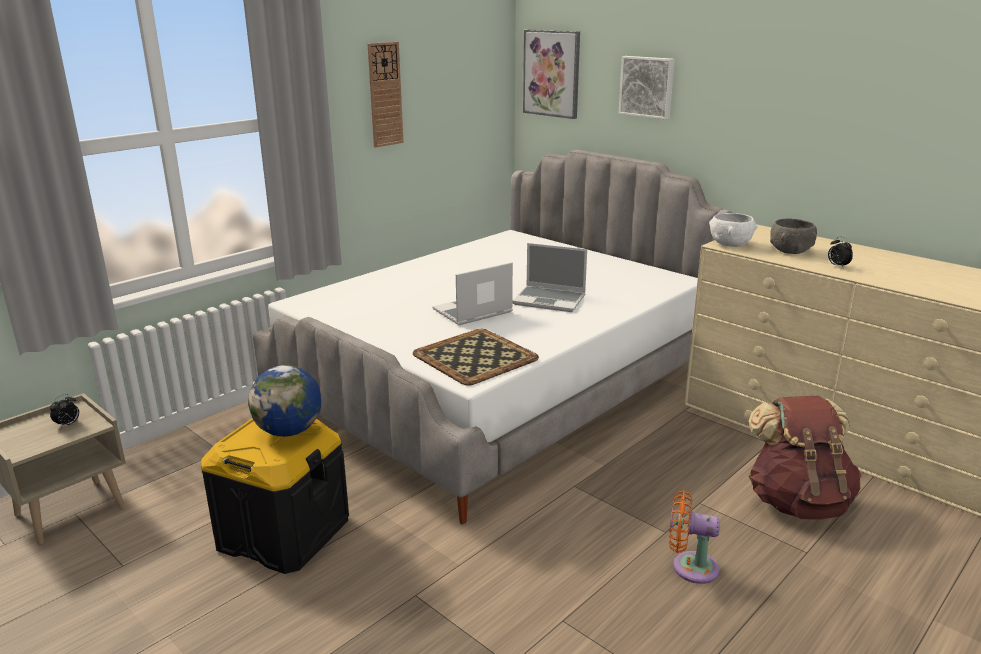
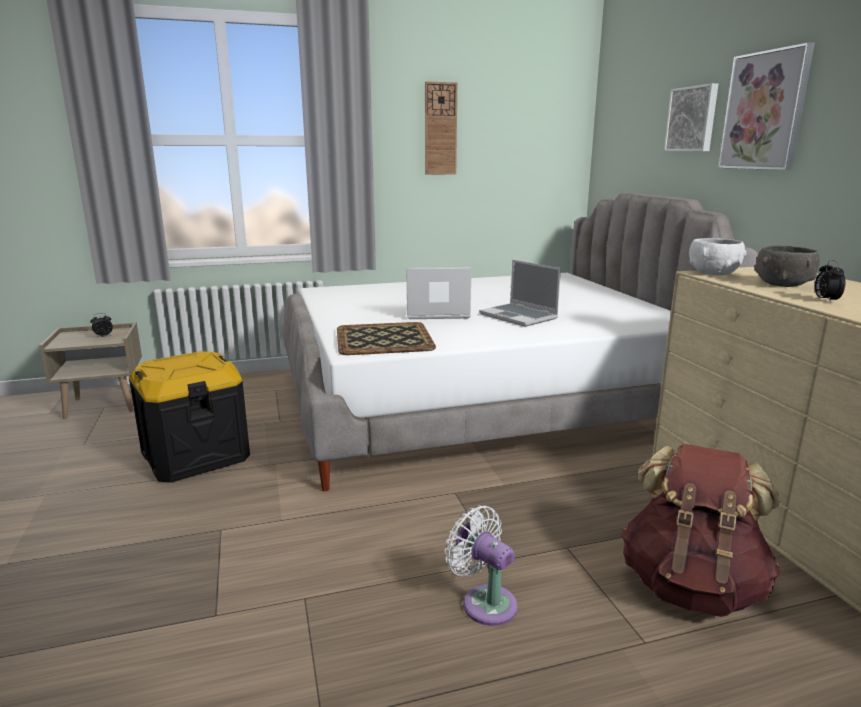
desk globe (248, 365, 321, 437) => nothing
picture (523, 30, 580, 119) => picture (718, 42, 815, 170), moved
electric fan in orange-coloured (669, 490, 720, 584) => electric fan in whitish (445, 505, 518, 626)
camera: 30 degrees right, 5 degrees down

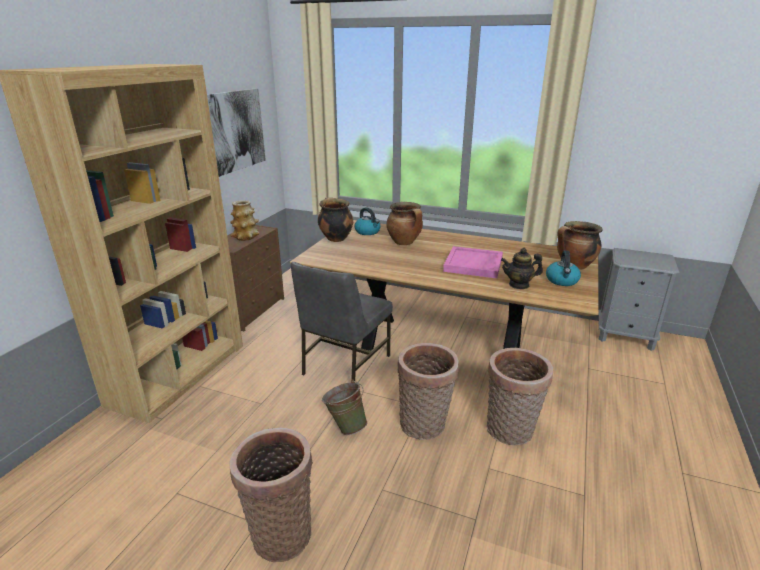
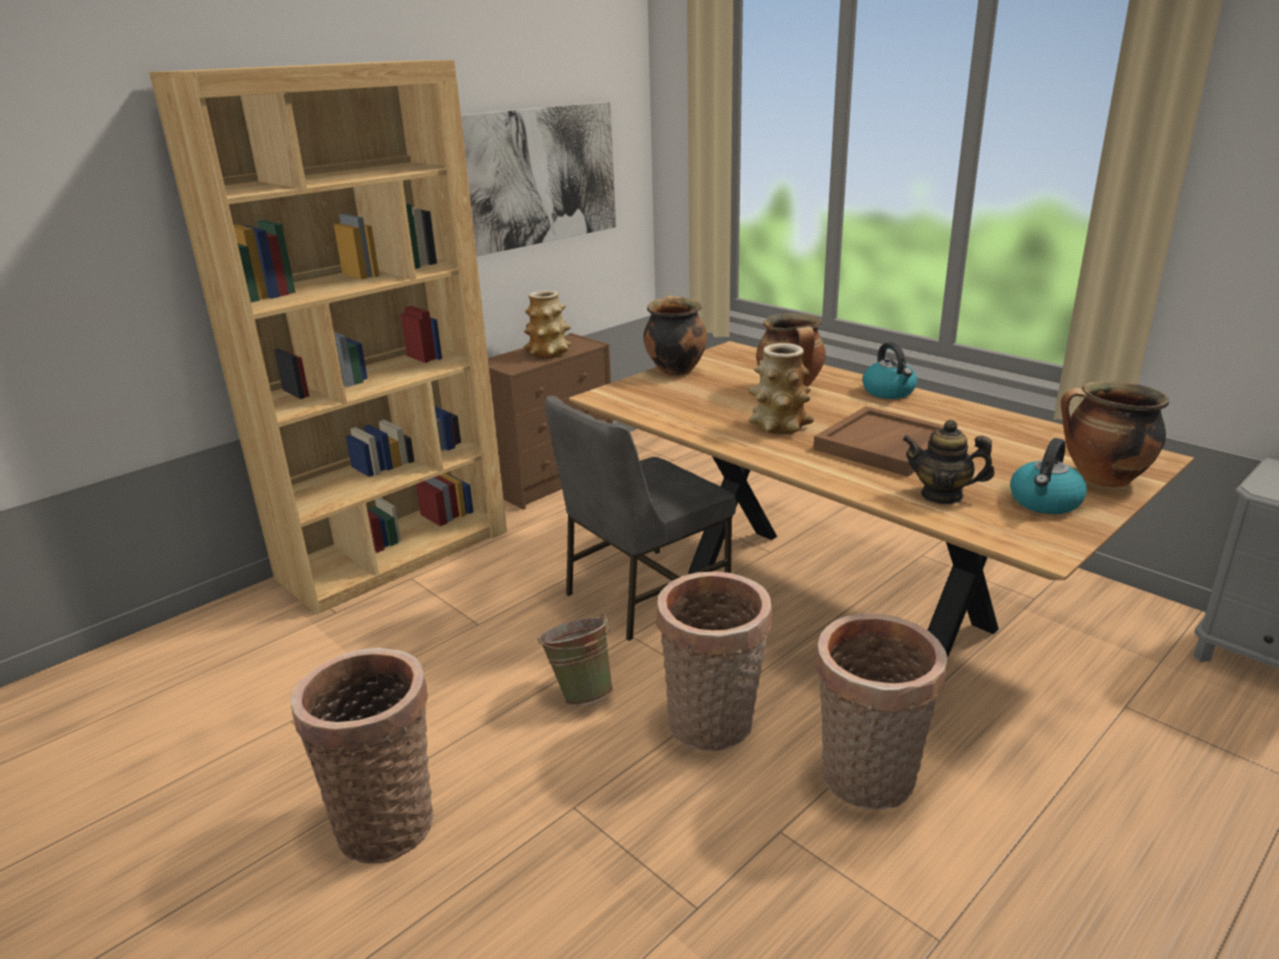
nothing => decorative vase (748, 343, 814, 434)
water kettle (355, 207, 381, 235) => water kettle (862, 342, 917, 399), moved
tray in pink-coloured (443, 246, 503, 278) => tray in brownish (813, 406, 944, 477)
camera: 25 degrees right, 0 degrees up

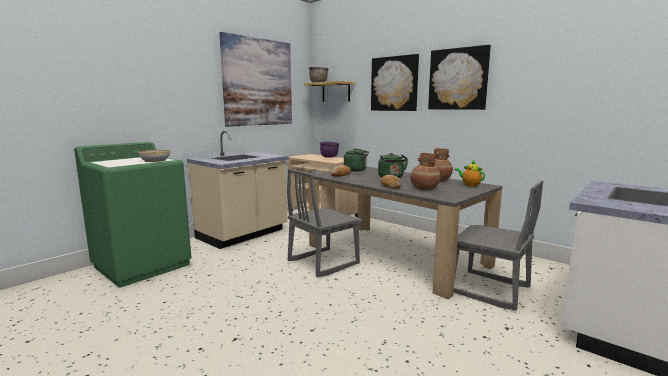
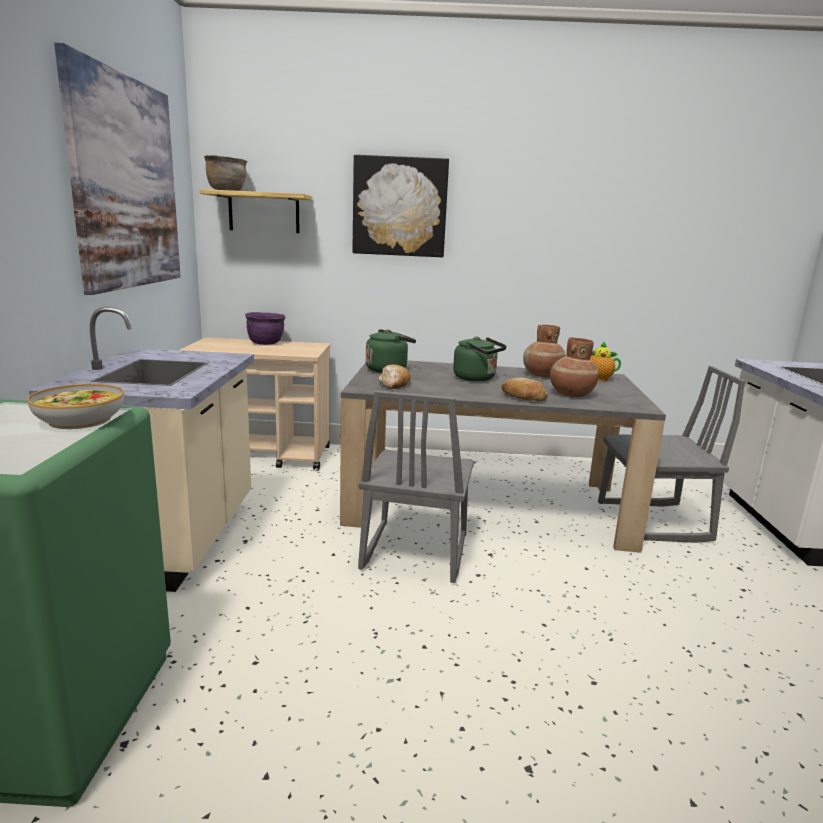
picture (428, 45, 491, 110) => nothing
camera: 40 degrees left, 5 degrees up

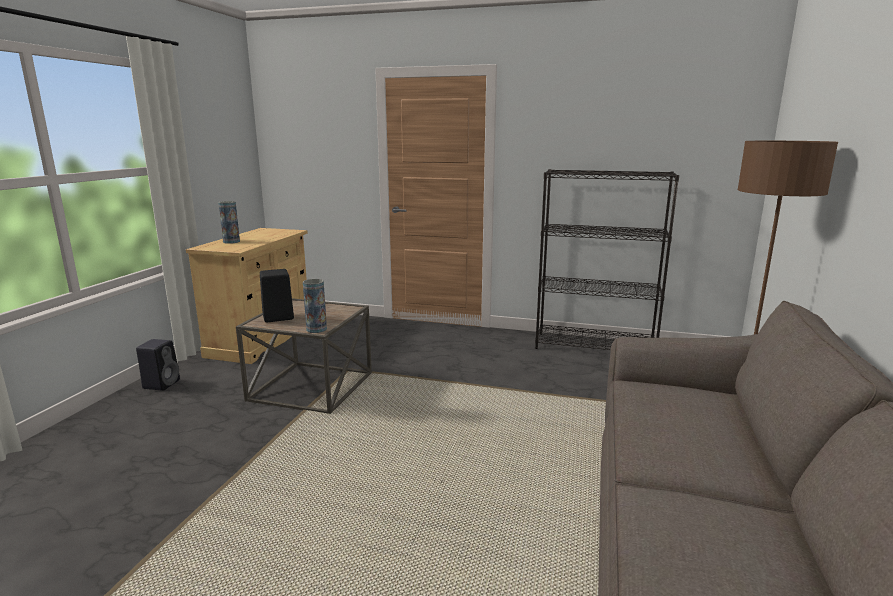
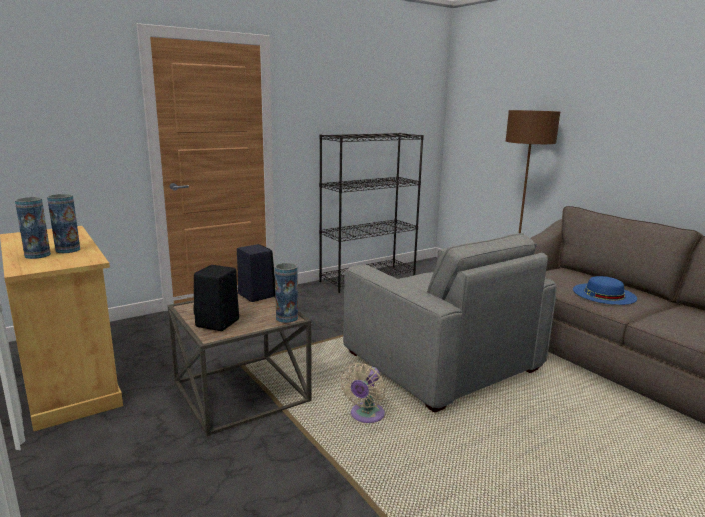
nothing => decorative vase (47, 194, 80, 253)
nothing => electric fan in beige (340, 363, 386, 423)
nothing => easy chair in grey (343, 233, 557, 413)
nothing => wearable hat in blue-coloured (573, 276, 637, 305)
loudspeaker in black-coloured (136, 339, 180, 391) => loudspeaker in black-coloured (237, 244, 275, 302), moved
camera: 50 degrees left, 0 degrees up

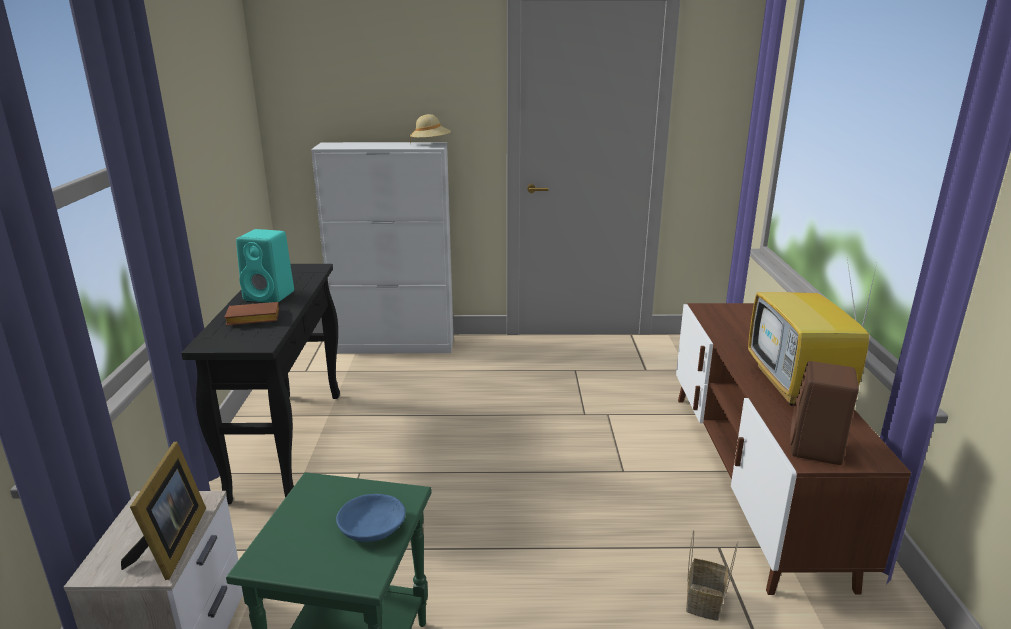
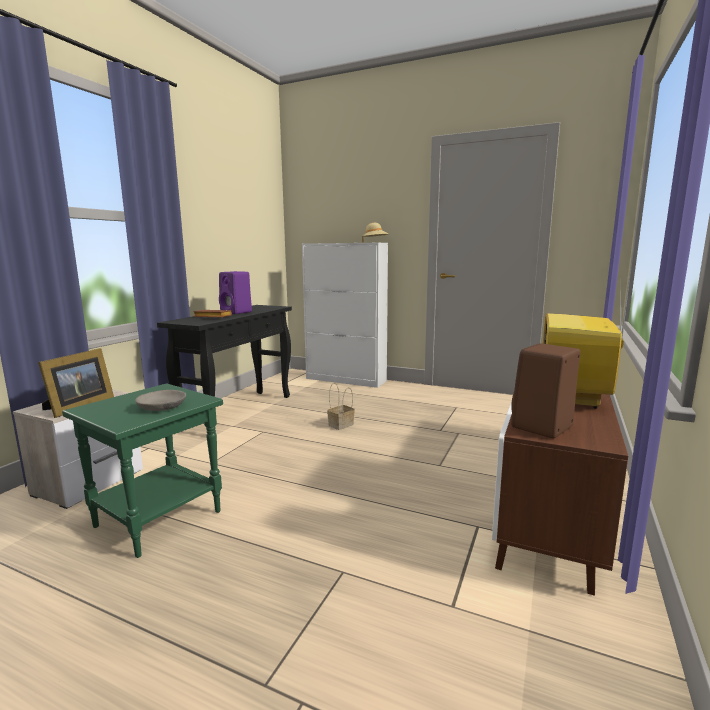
household basket (686, 530, 738, 621) => household basket (327, 383, 355, 430), moved
loudspeaker in blue-green (236, 229, 294, 303) => loudspeaker in purple (219, 271, 252, 314)
serving bowl in blue-coloured (336, 494, 406, 542) => serving bowl in grey (135, 390, 186, 411)
camera: 25 degrees right, 10 degrees down

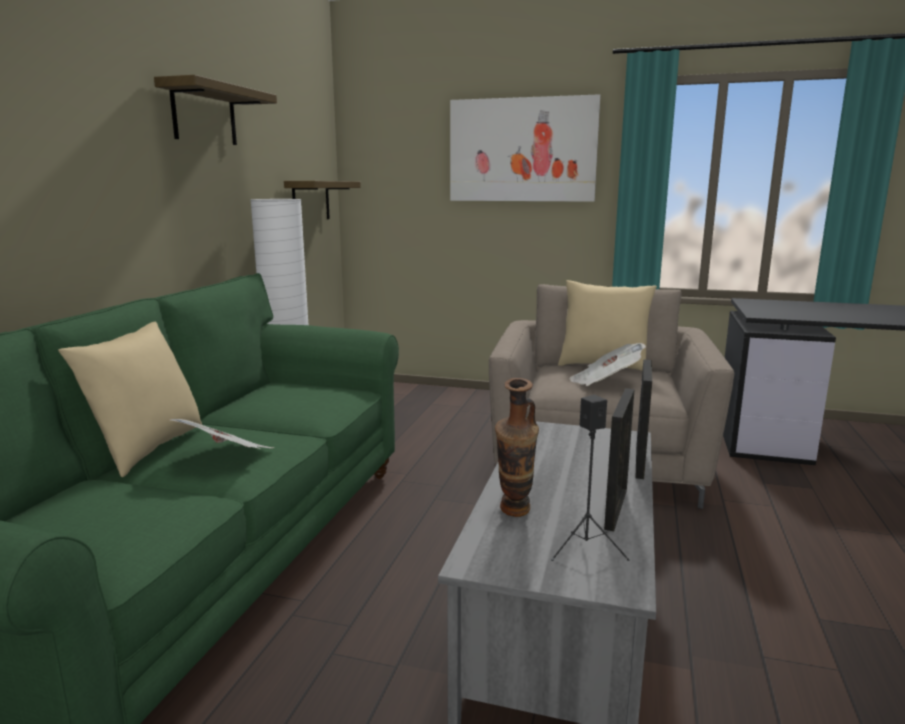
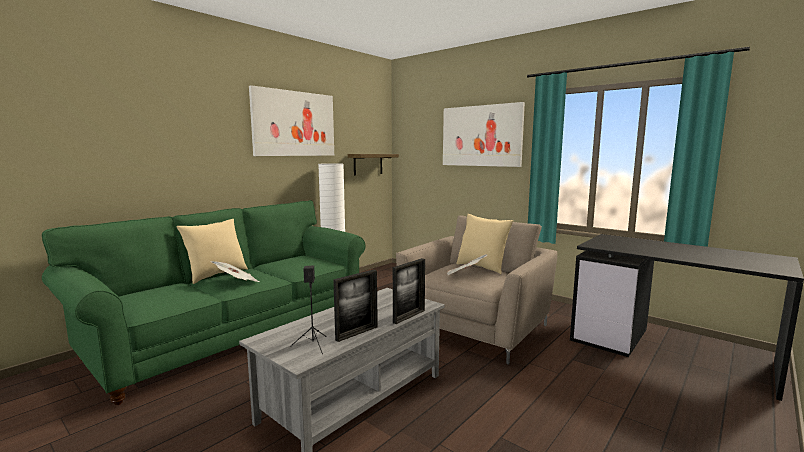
decorative vase (495, 378, 539, 517) => nothing
wall shelf (154, 75, 277, 145) => picture (249, 85, 334, 156)
camera: 25 degrees right, 5 degrees down

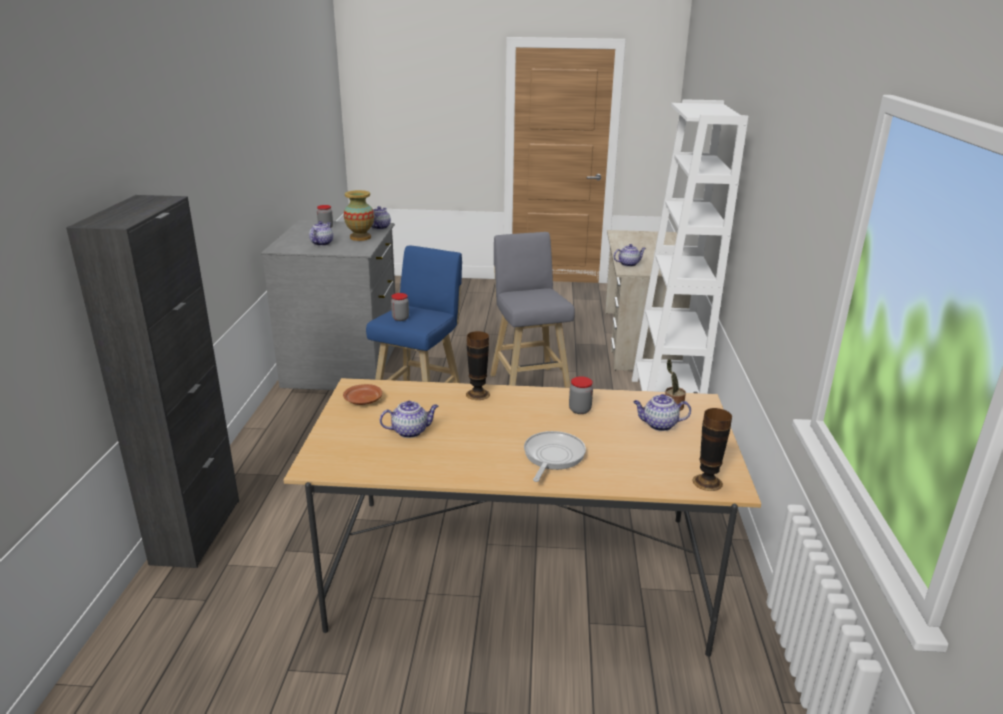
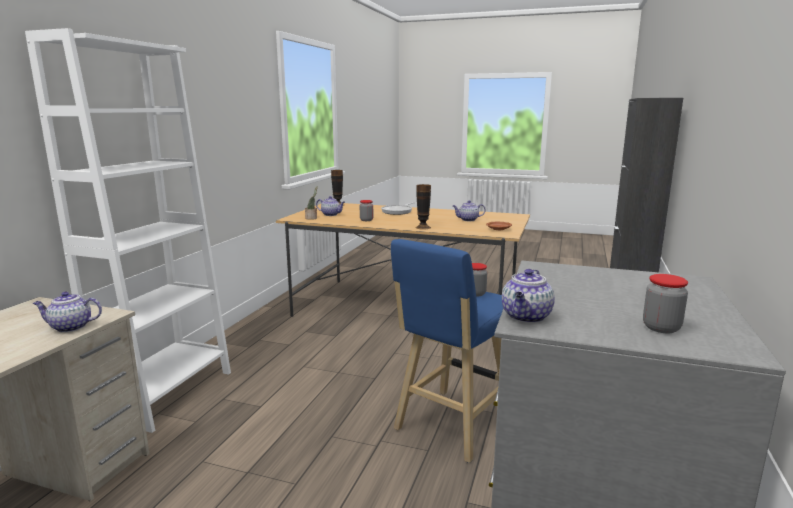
tea pot (309, 221, 333, 246) => nothing
decorative vase (344, 190, 374, 241) => nothing
stool in grey (490, 232, 575, 388) => nothing
camera: 165 degrees left, 10 degrees down

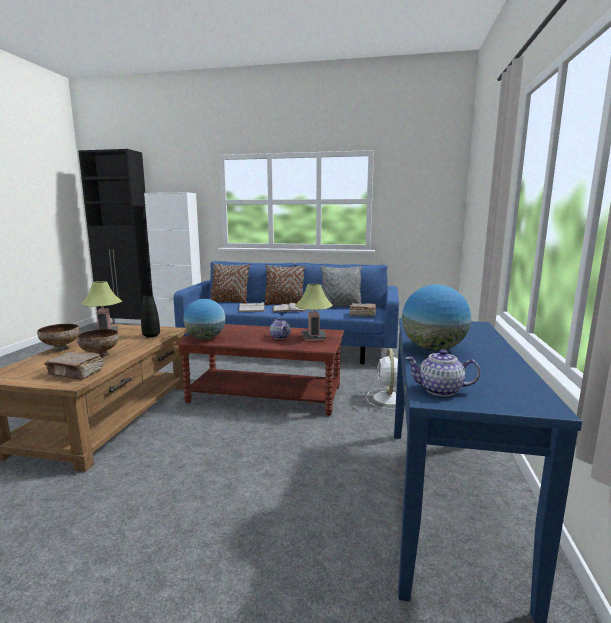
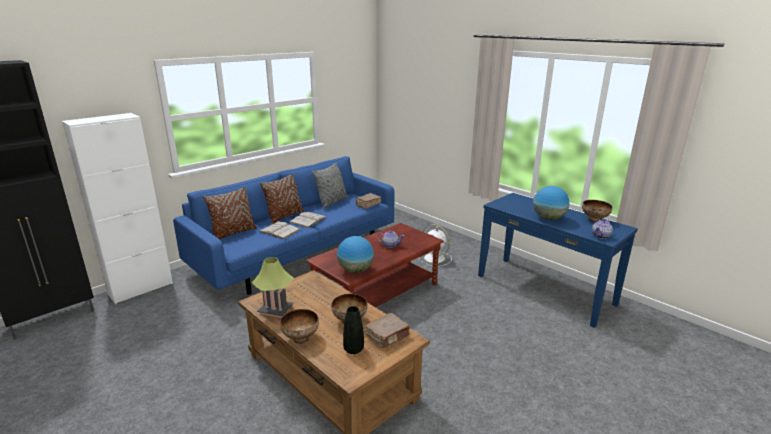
table lamp (295, 284, 333, 341) => nothing
nothing => serving bowl (582, 200, 612, 222)
decorative vase in black-coloured (141, 296, 160, 337) => decorative vase in black-coloured (343, 306, 364, 354), moved
camera: 55 degrees left, 10 degrees up

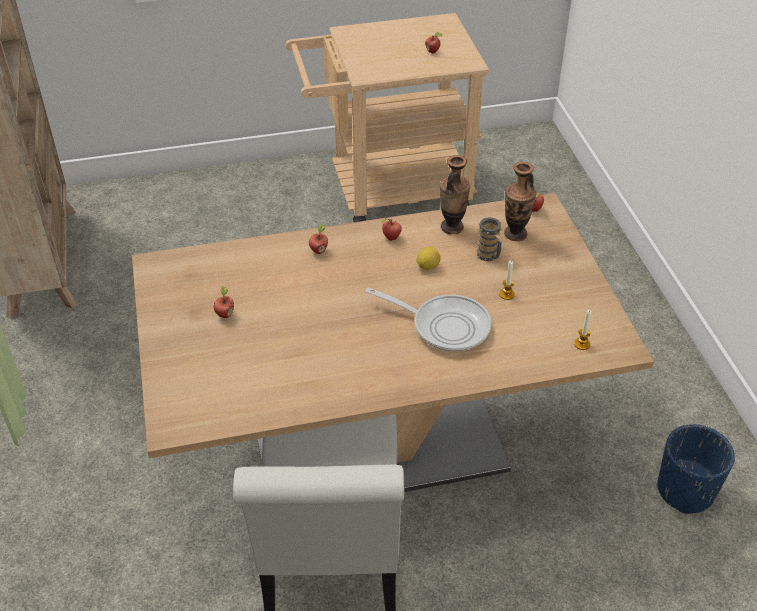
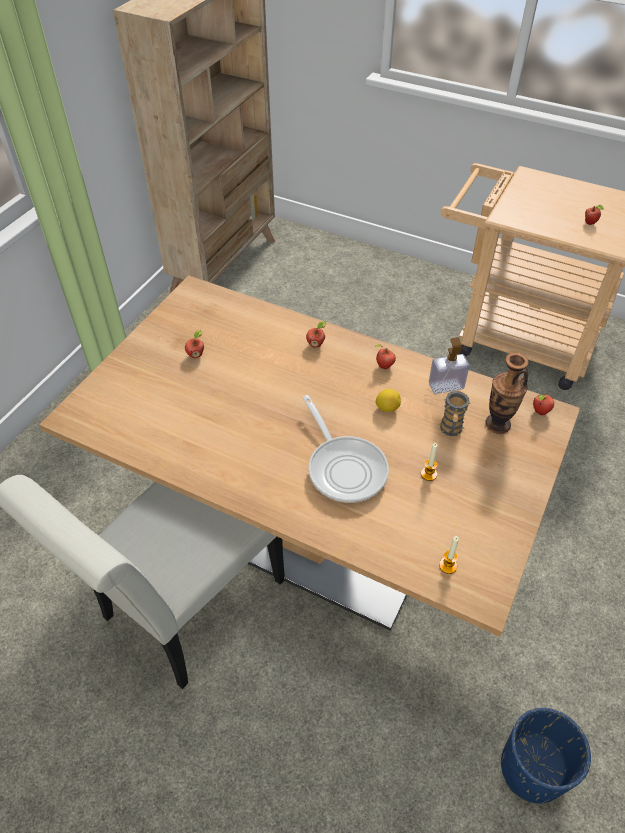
decorative vase (440, 155, 470, 235) => soap bottle (429, 337, 469, 394)
camera: 40 degrees right, 5 degrees up

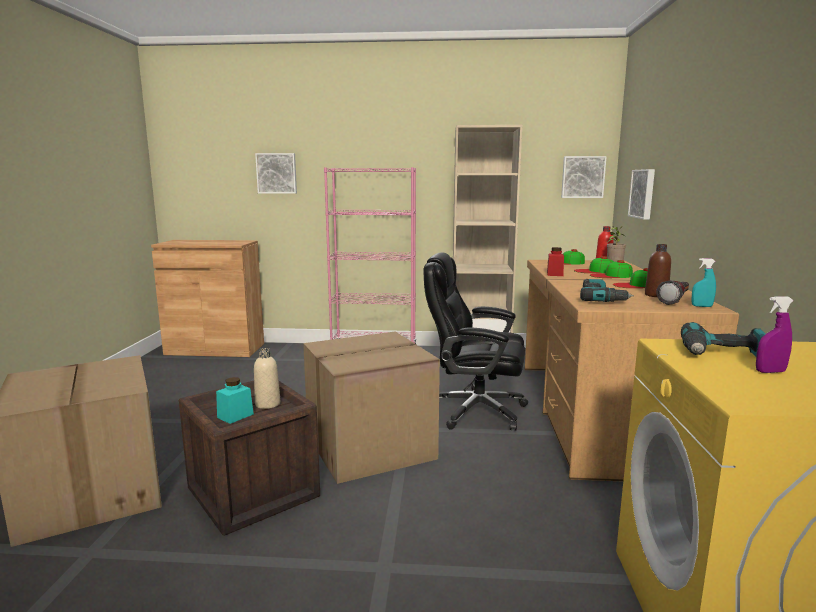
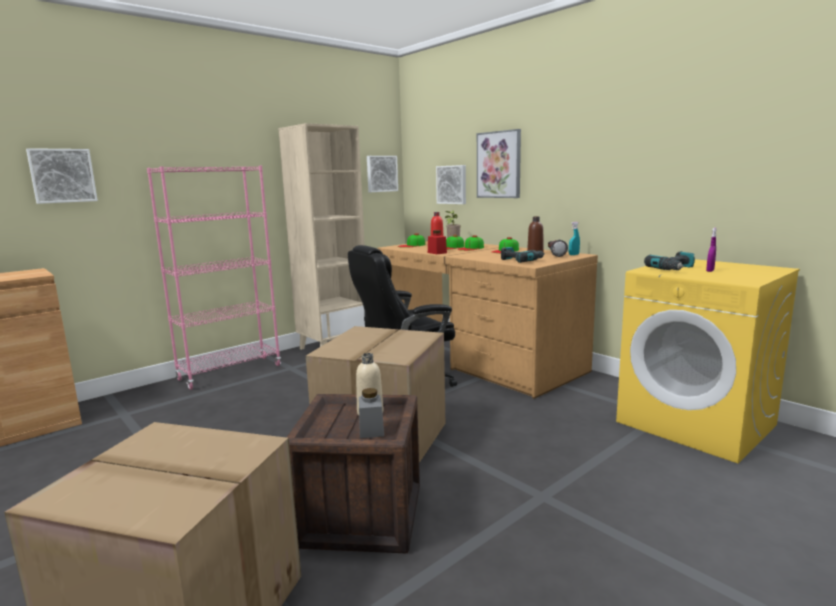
nothing => picture (477, 129, 521, 198)
storage jar in blue-green (216, 377, 254, 424) => storage jar in grey (359, 388, 384, 438)
camera: 45 degrees left, 0 degrees up

